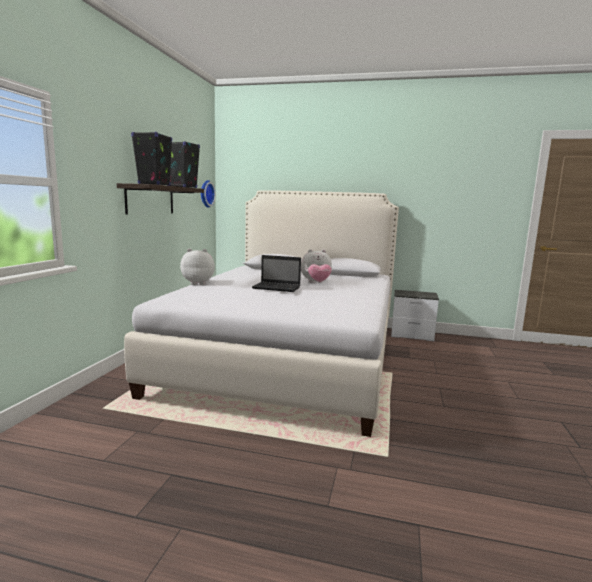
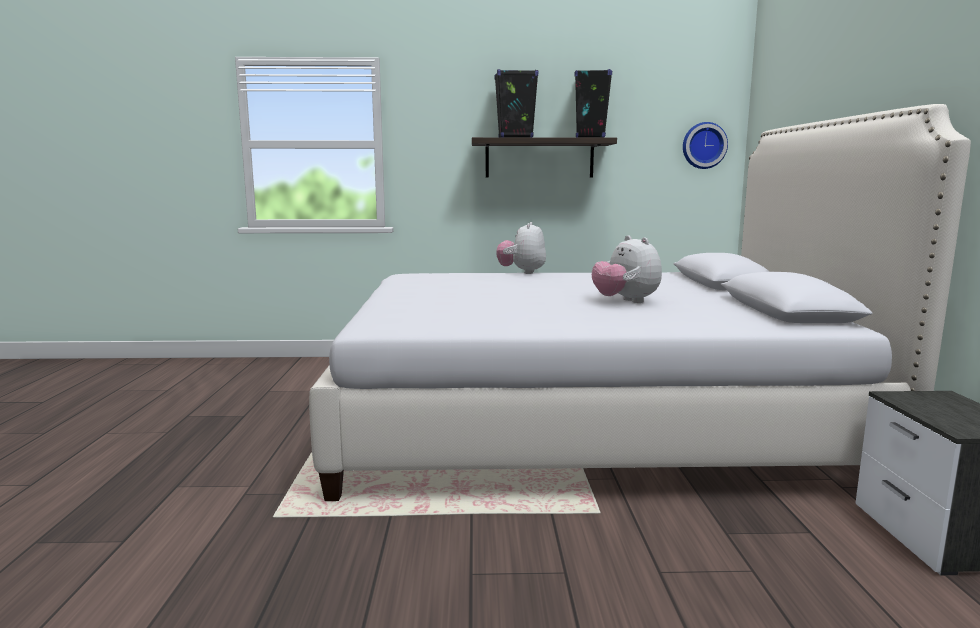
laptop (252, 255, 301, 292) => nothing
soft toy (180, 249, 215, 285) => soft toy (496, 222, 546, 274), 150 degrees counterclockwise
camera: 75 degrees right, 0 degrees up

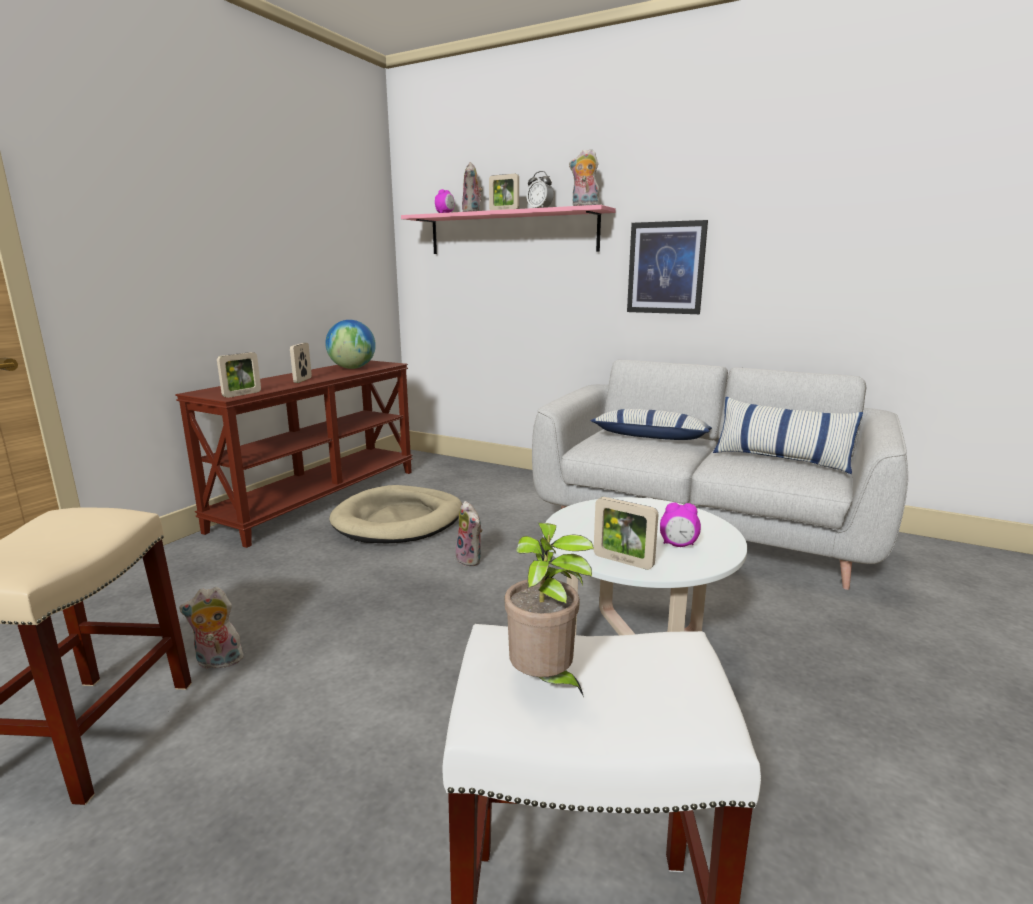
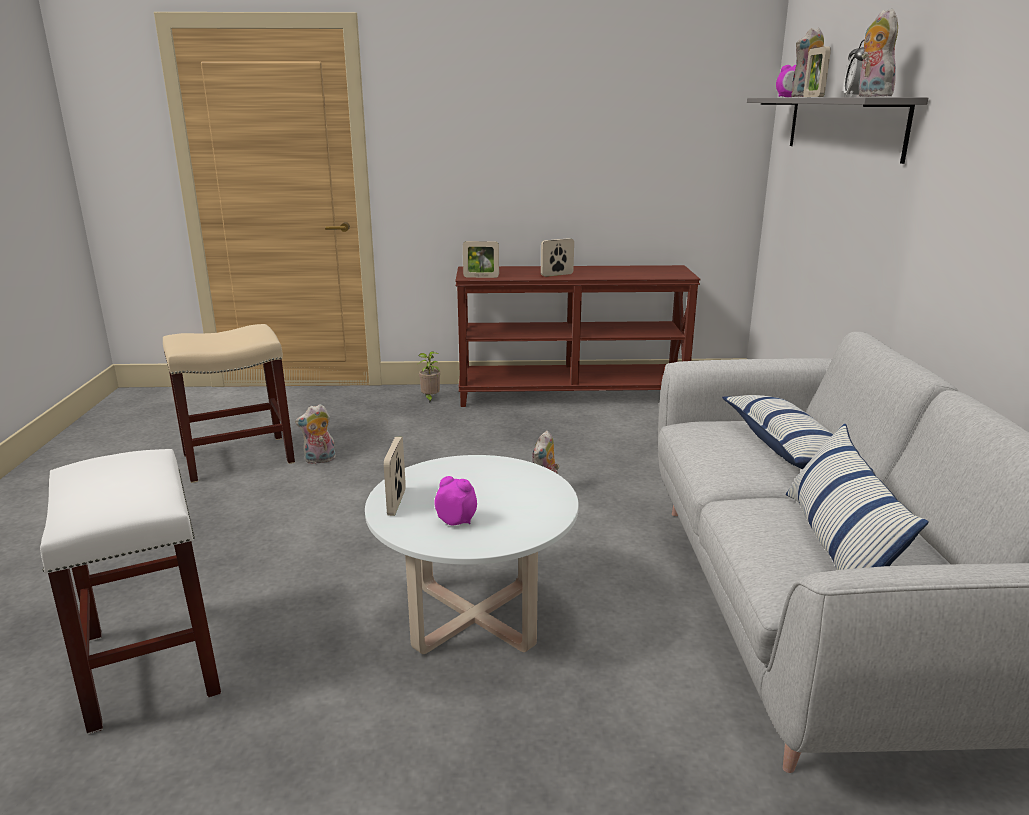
desk globe (325, 320, 376, 369) => nothing
pet bed in beige (329, 485, 462, 544) => nothing
picture (627, 220, 708, 314) => nothing
plant in a pot (505, 523, 594, 697) => plant in a pot (418, 351, 440, 403), moved
wall shelf in pink-coloured (401, 205, 616, 254) => wall shelf in grey (747, 97, 928, 164)
soft toy (179, 587, 244, 669) => soft toy (295, 404, 336, 464), 75 degrees counterclockwise
bedside clock (660, 503, 701, 547) => bedside clock (434, 476, 477, 526), 135 degrees clockwise
camera: 60 degrees right, 5 degrees up

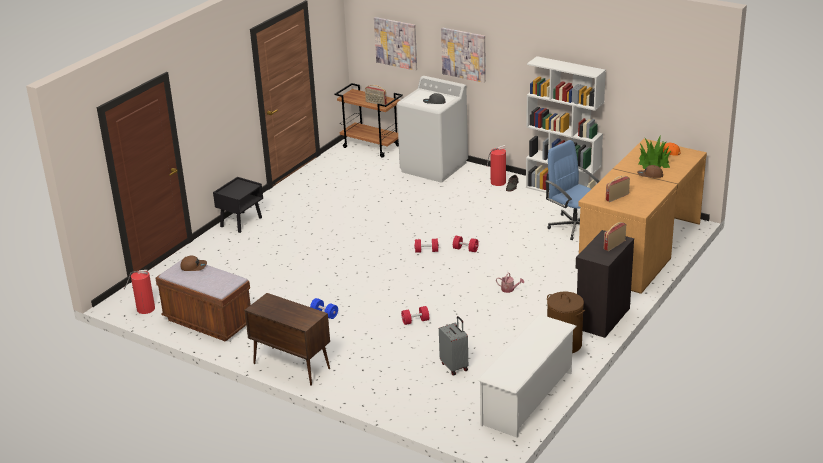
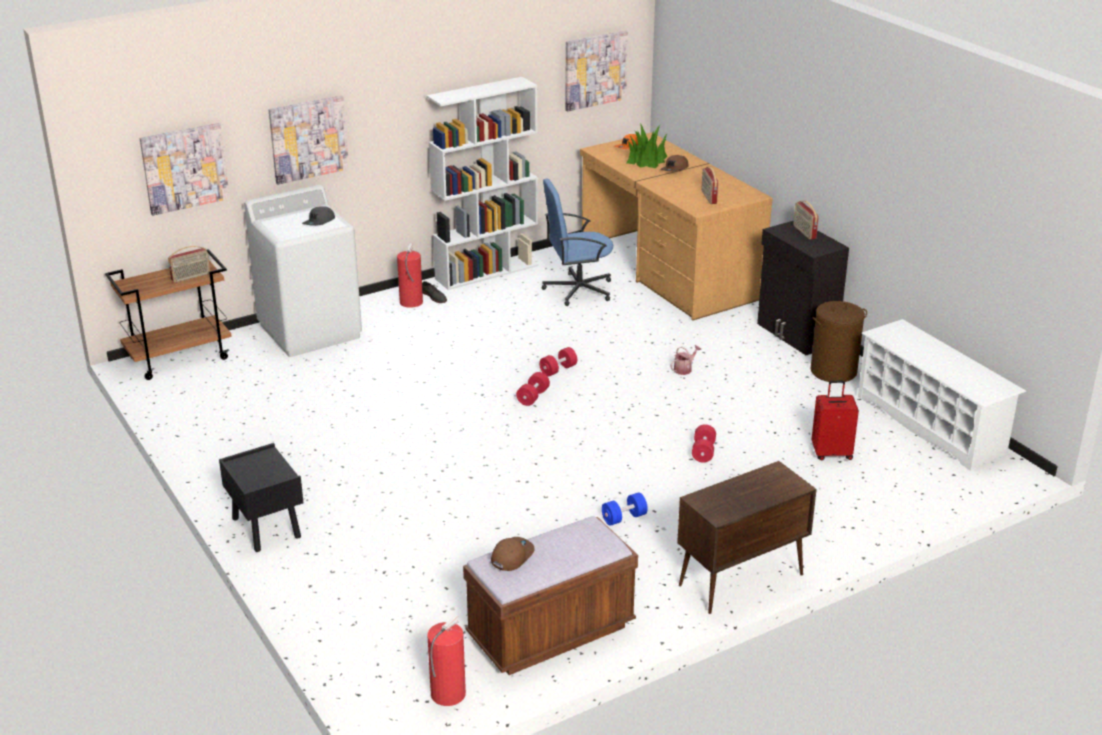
nothing => picture (565, 30, 628, 111)
piece of luggage in grey (439, 316, 468, 375) => piece of luggage in reddish (812, 380, 859, 460)
camera: 65 degrees left, 0 degrees up

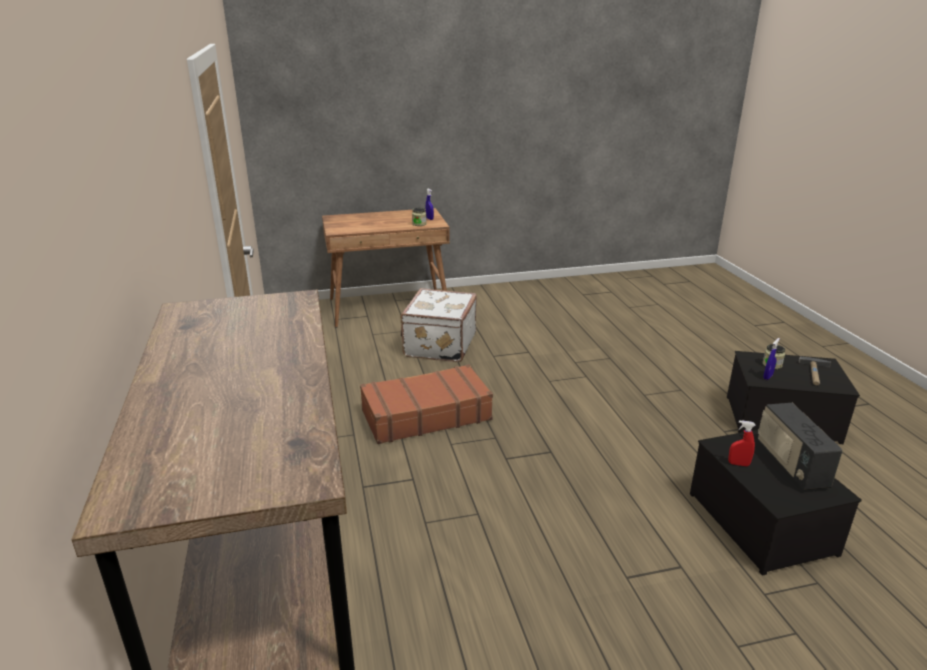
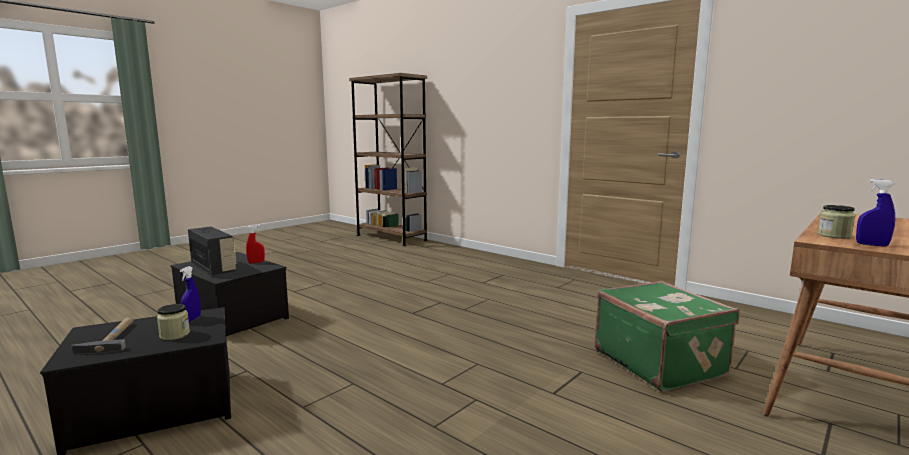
piece of luggage in brownish (360, 364, 493, 444) => nothing
piece of luggage in whitish (401, 288, 477, 362) => piece of luggage in green-coloured (594, 281, 740, 392)
camera: 145 degrees right, 15 degrees down

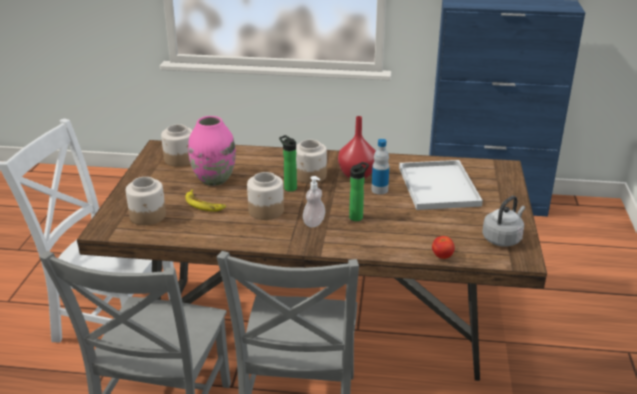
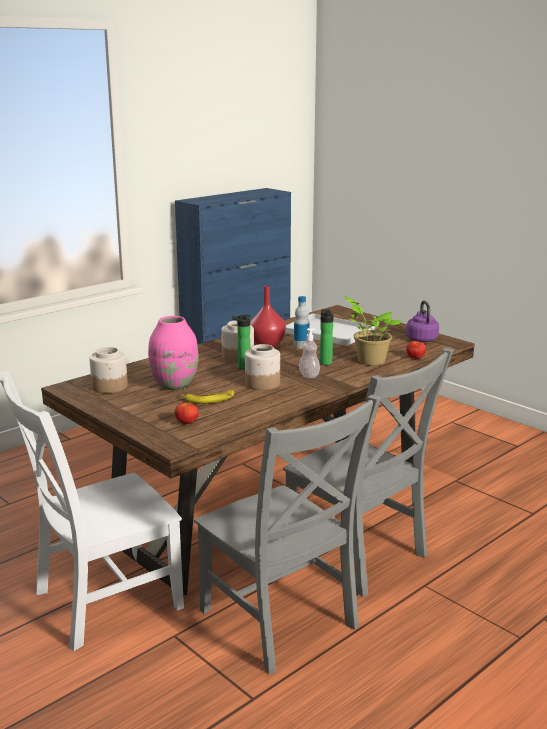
nothing => plant in a pot (344, 296, 401, 366)
storage jar (126, 177, 166, 225) => fresh tomato (174, 402, 199, 424)
water kettle in grey (482, 196, 525, 247) => water kettle in purple (406, 300, 439, 342)
camera: 50 degrees left, 10 degrees down

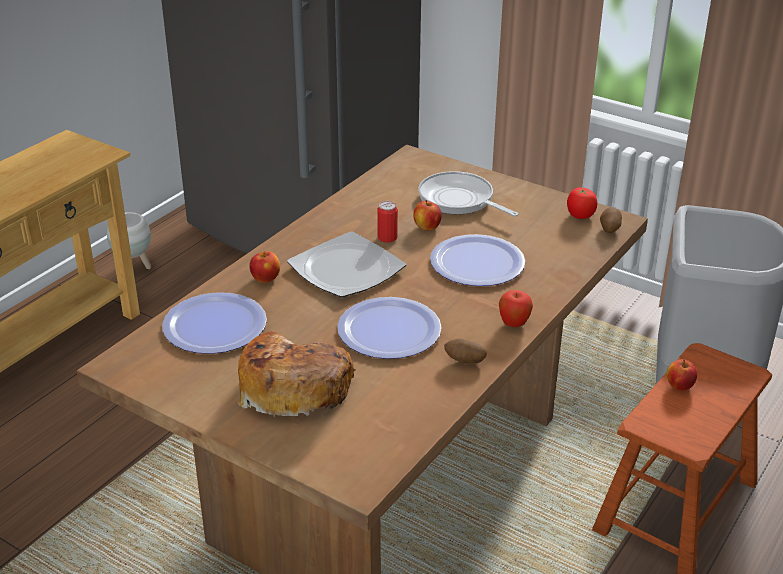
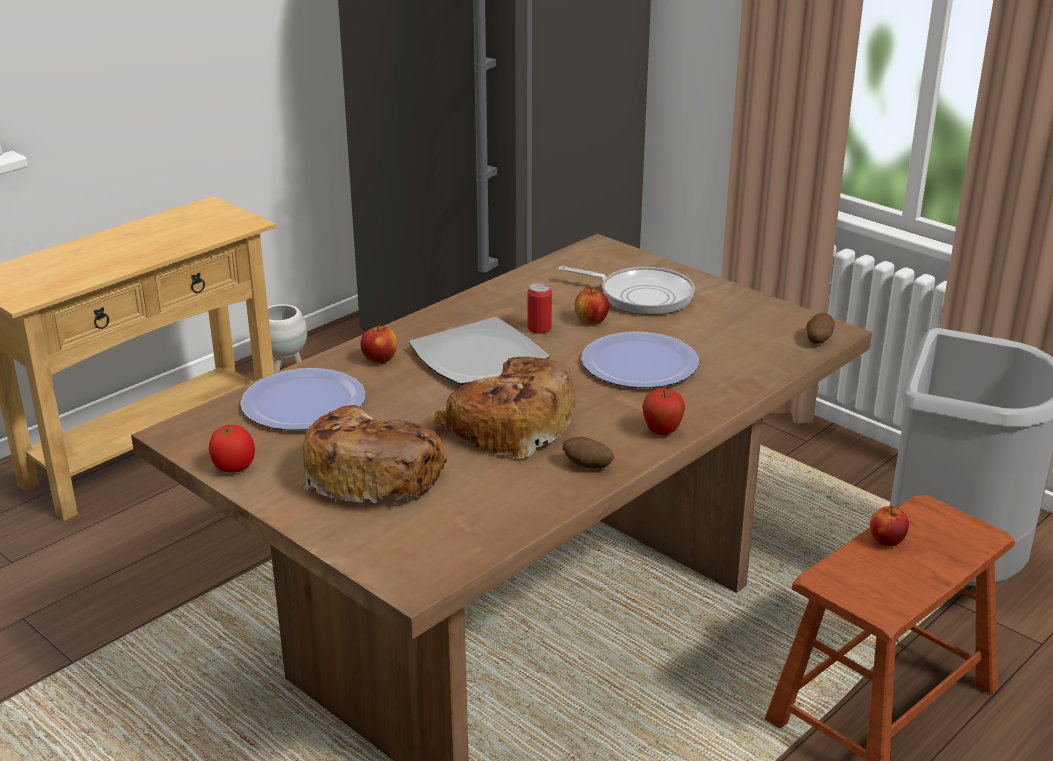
fresh tomato (567, 187, 597, 219) => fresh tomato (209, 425, 255, 472), moved
plate (337, 297, 442, 359) => bread (431, 357, 575, 458)
skillet (418, 171, 518, 217) => skillet (558, 266, 695, 315), 150 degrees clockwise
camera: 10 degrees right, 5 degrees down

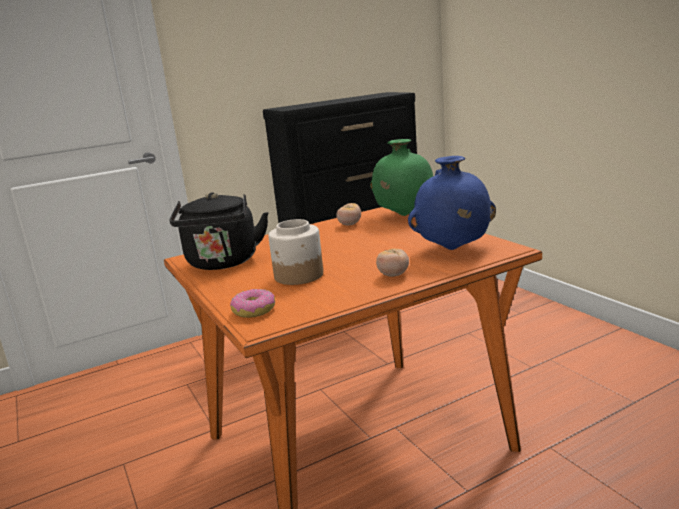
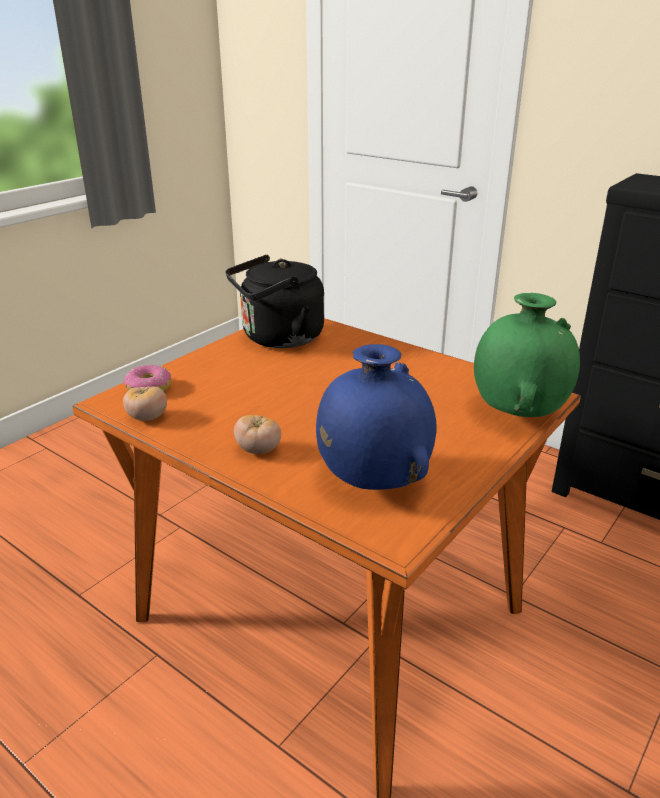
storage jar (268, 219, 323, 285) => nothing
fresh tomato (336, 203, 361, 225) => fresh tomato (123, 386, 167, 421), moved
camera: 65 degrees right, 10 degrees up

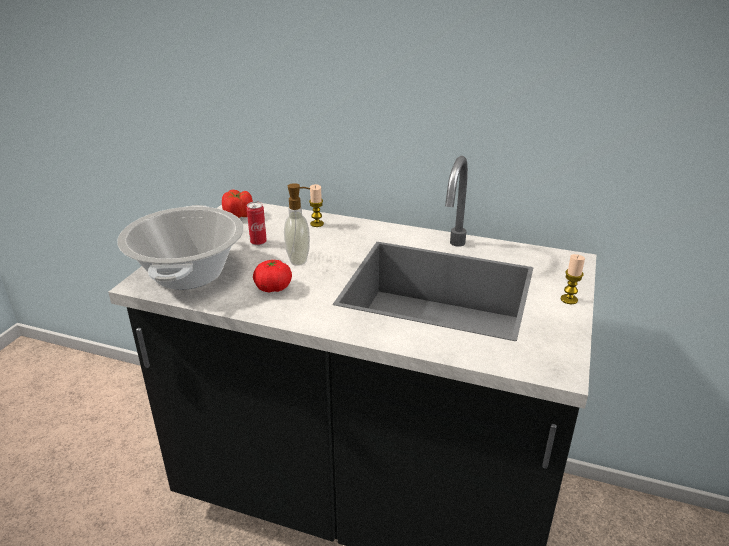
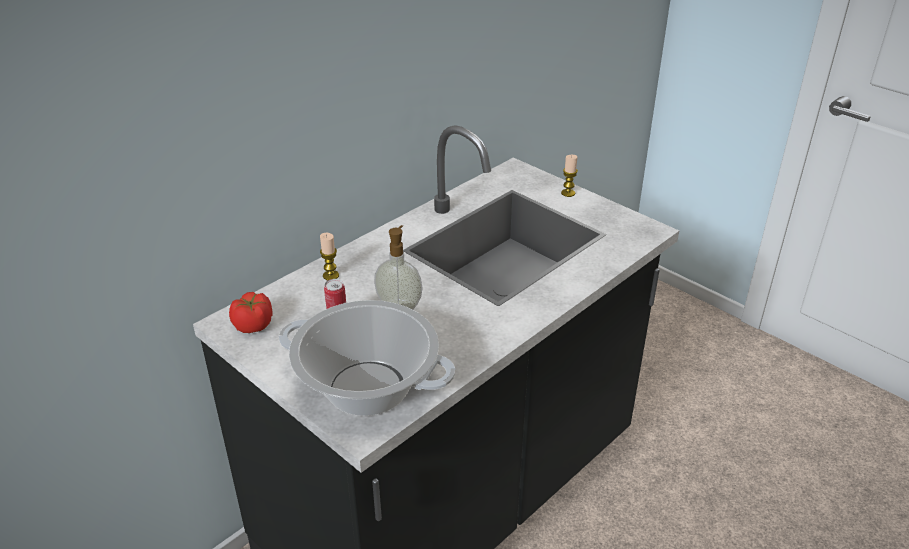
fresh tomato (253, 260, 292, 292) => nothing
camera: 65 degrees left, 5 degrees up

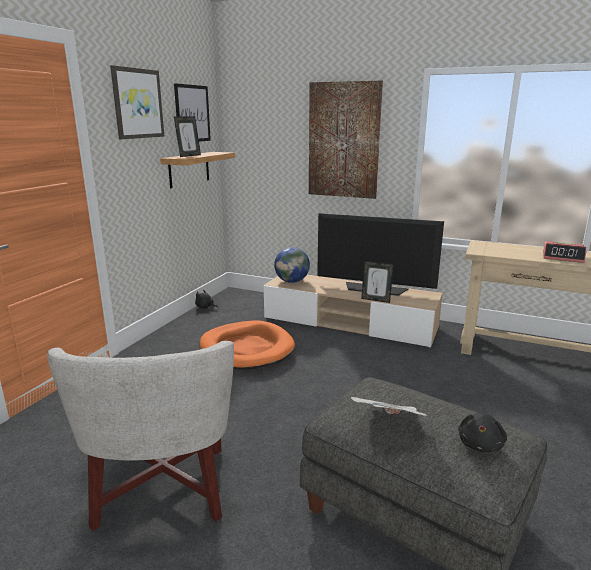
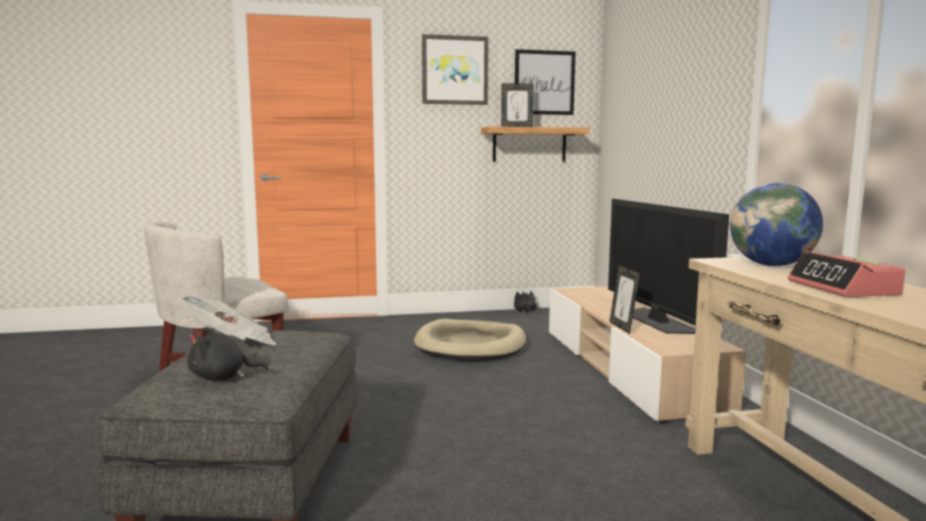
picture (309, 81, 383, 199) => nothing
desk globe (274, 247, 310, 283) => desk globe (730, 183, 823, 266), moved
pet bed in orange-coloured (199, 320, 295, 370) => pet bed in beige (414, 319, 526, 362)
camera: 55 degrees right, 10 degrees down

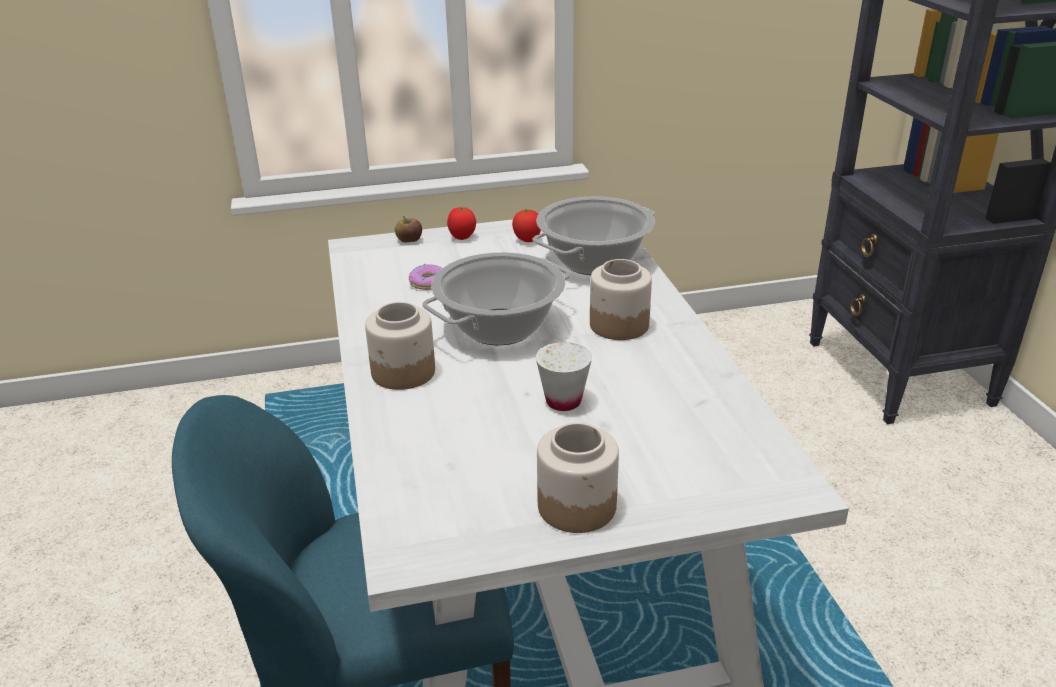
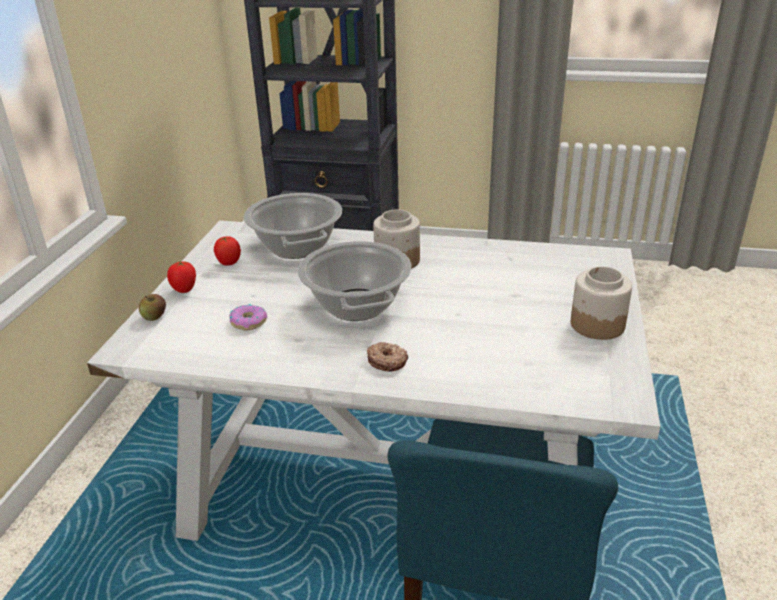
cup in whitish (536, 342, 592, 411) => nothing
storage jar (365, 302, 435, 390) => ring doughnut (367, 342, 408, 372)
camera: 65 degrees left, 0 degrees up

